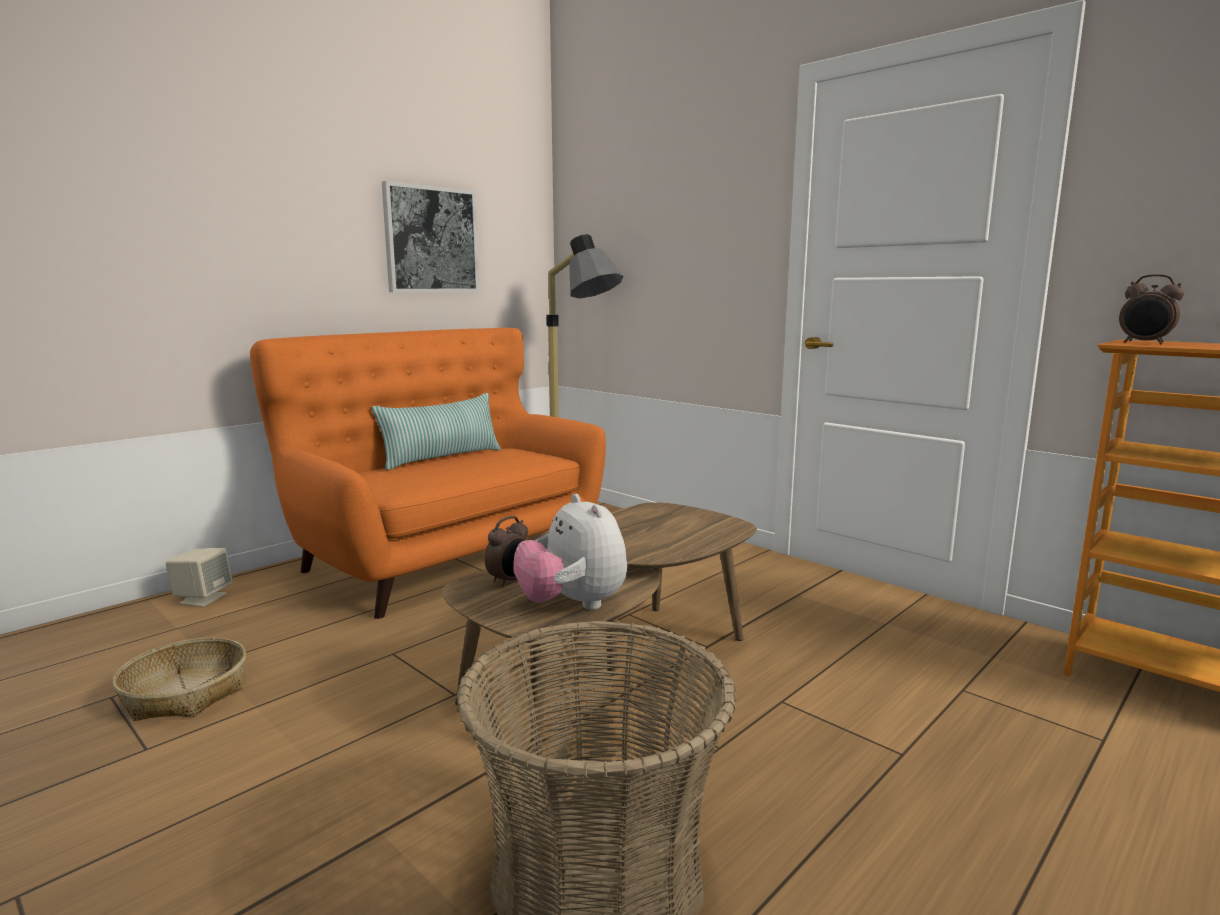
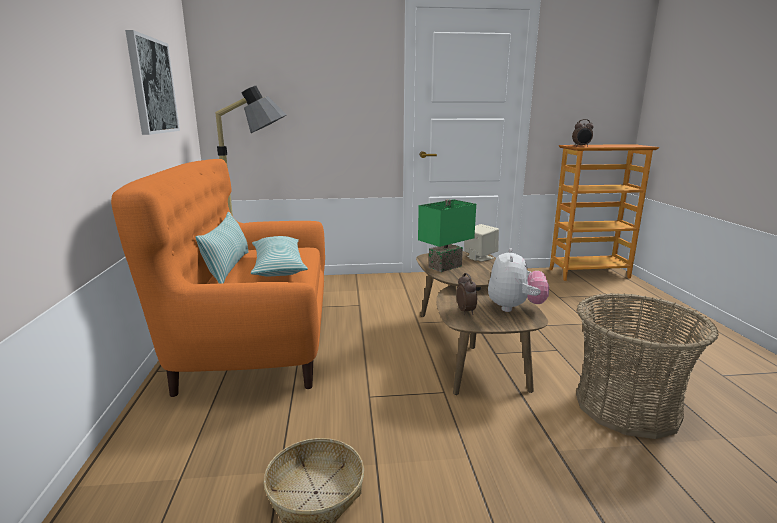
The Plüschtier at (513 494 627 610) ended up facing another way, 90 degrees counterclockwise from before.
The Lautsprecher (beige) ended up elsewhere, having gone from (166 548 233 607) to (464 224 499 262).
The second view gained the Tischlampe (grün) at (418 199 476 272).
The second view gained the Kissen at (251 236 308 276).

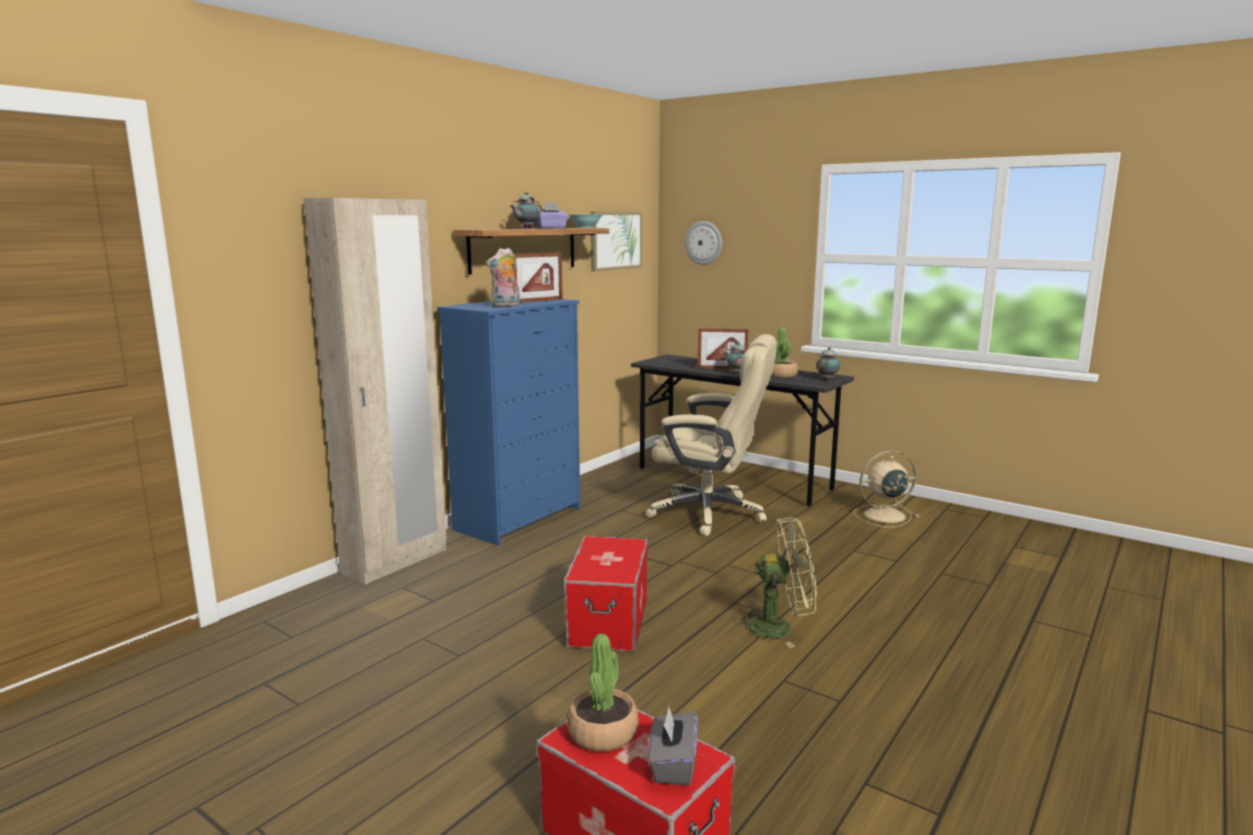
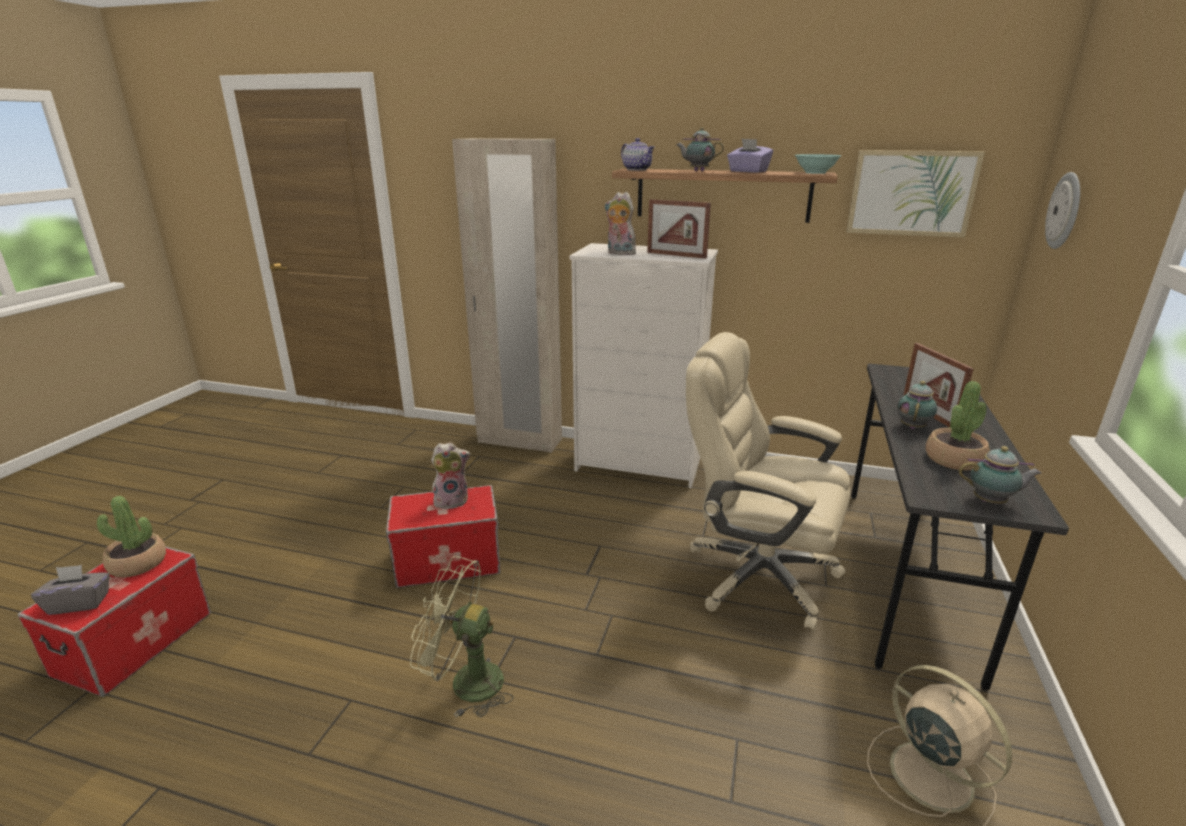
What was the Kommode (blau) at (437 299 580 546) turned into the Kommode (weiß) at (570 243 718 488).
The Bürostuhl (beige) at (646 334 777 536) ended up facing another way, 120 degrees clockwise from before.
The Ventilator (grün) at (734 518 817 648) ended up facing another way, 120 degrees clockwise from before.
The second view gained the Teekanne at (621 138 654 171).
The second view gained the Plüschtier at (431 442 470 509).

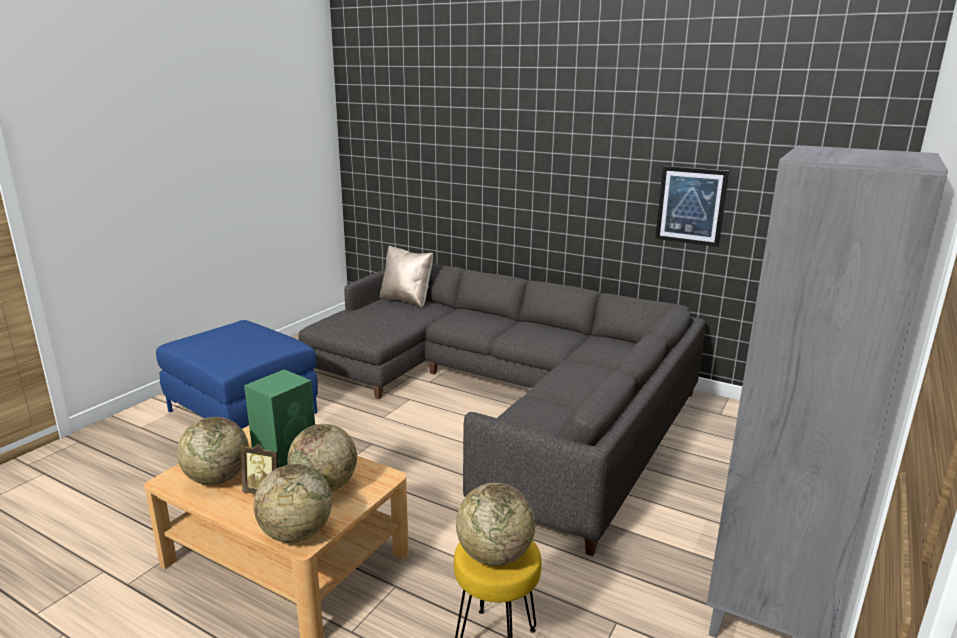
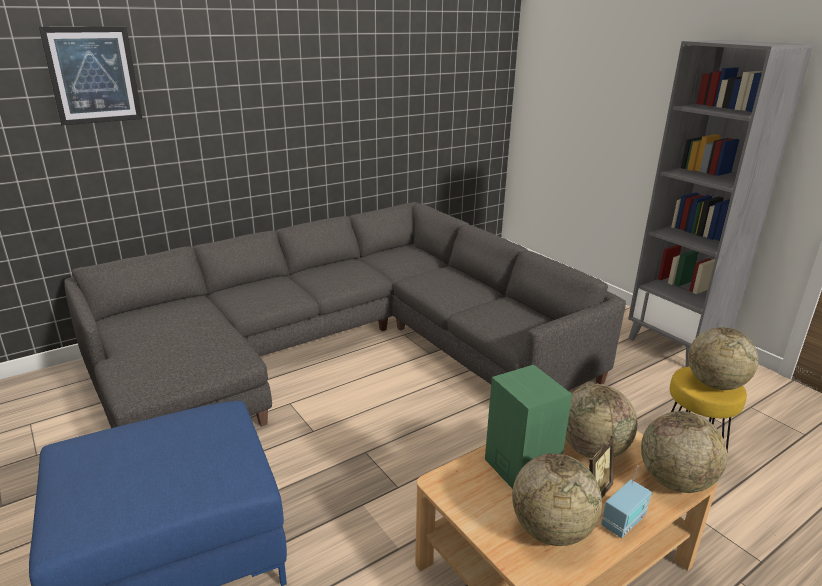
The Bild ended up elsewhere, having gone from (655 166 729 247) to (39 26 142 125).
The second view lost the Kissen (beige) at (379 245 433 308).
The second view gained the Radio at (601 465 652 538).

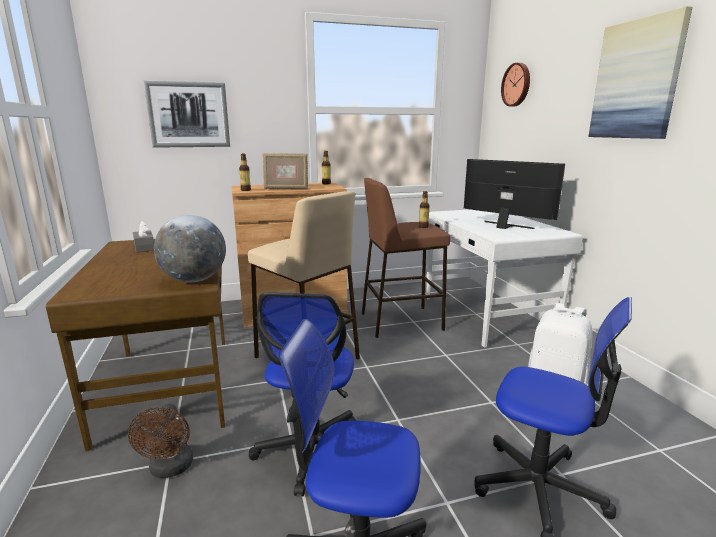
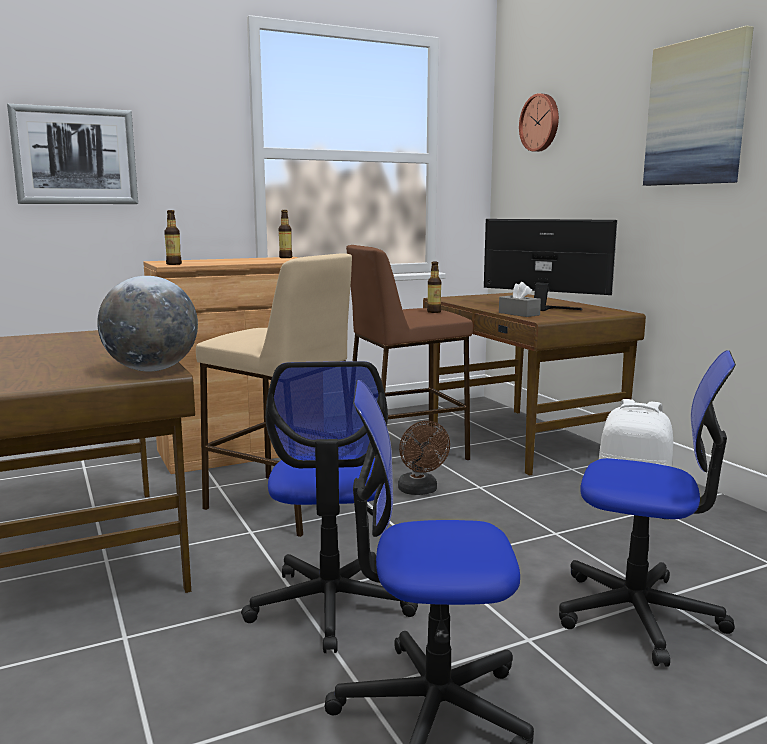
The second view lost the Bilderrahmen at (263 153 308 189).
What was the Schreibtisch (weiß) at (426 210 583 348) turned into the Schreibtisch (braun) at (423 293 646 476).
The Taschentuchbox (grau) ended up elsewhere, having gone from (133 221 154 252) to (499 282 541 317).
The Ventilator (braun) ended up elsewhere, having gone from (128 404 193 478) to (398 421 450 495).

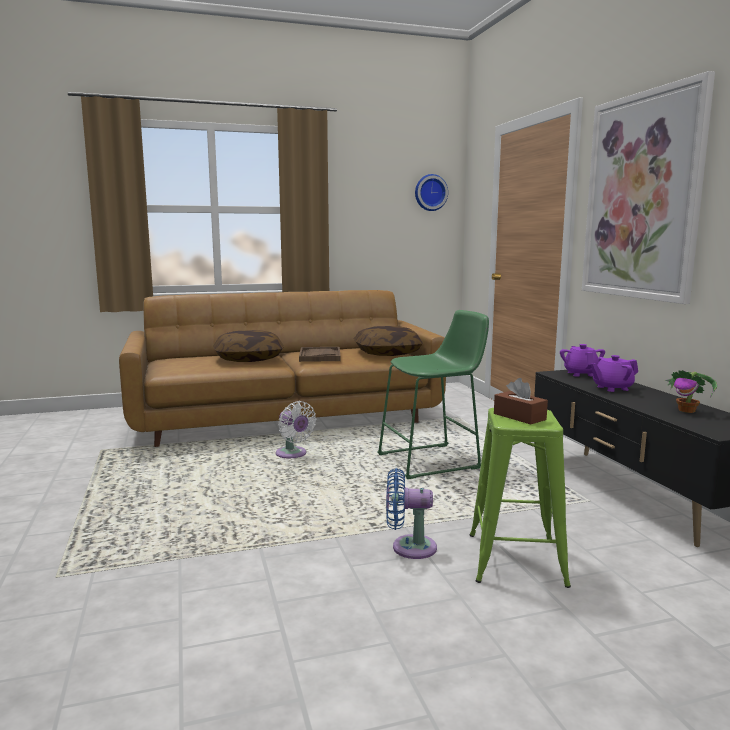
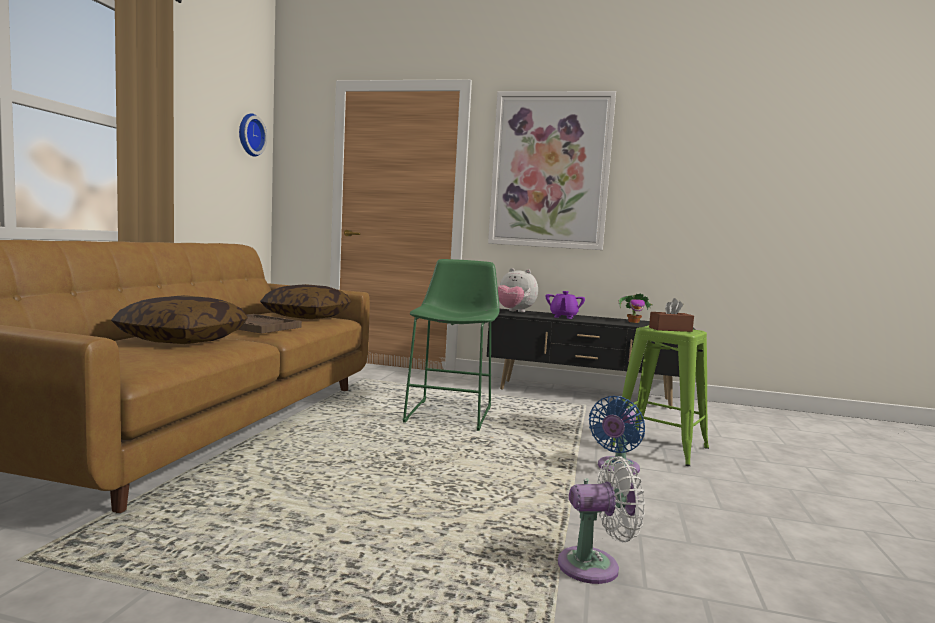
Where the Teekanne (lila) stood at (560 344 605 377), the Plüschtier came to stand at (498 268 538 312).
The Ventilator (weiß) ended up elsewhere, having gone from (276 401 316 458) to (558 456 645 584).

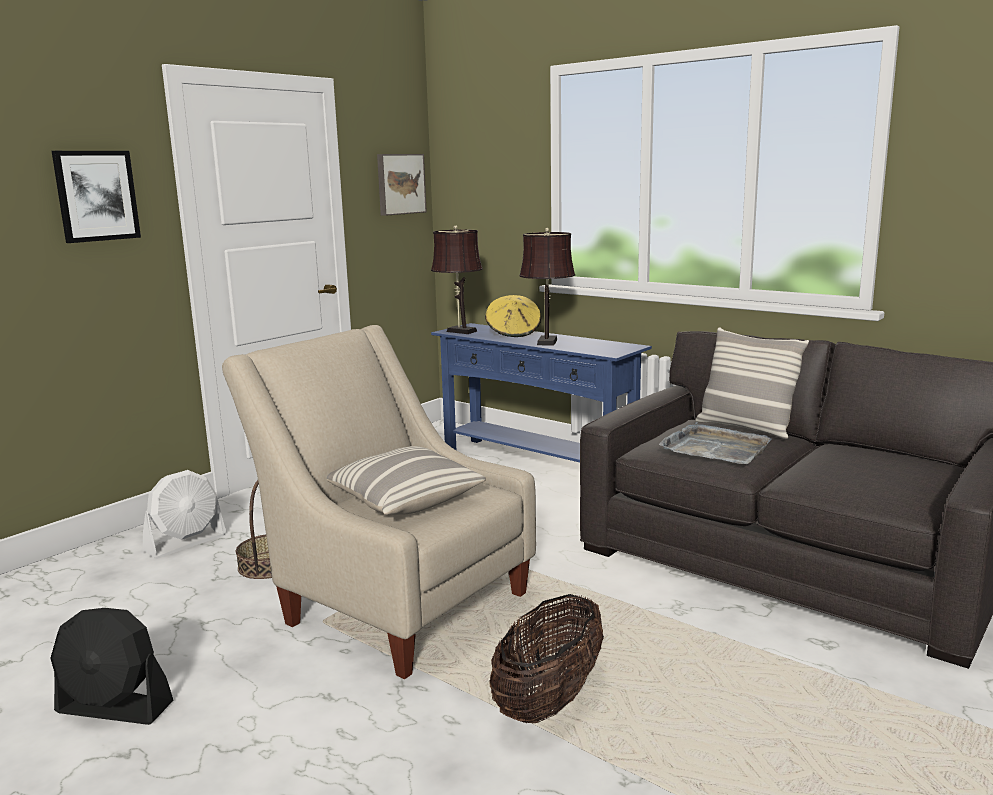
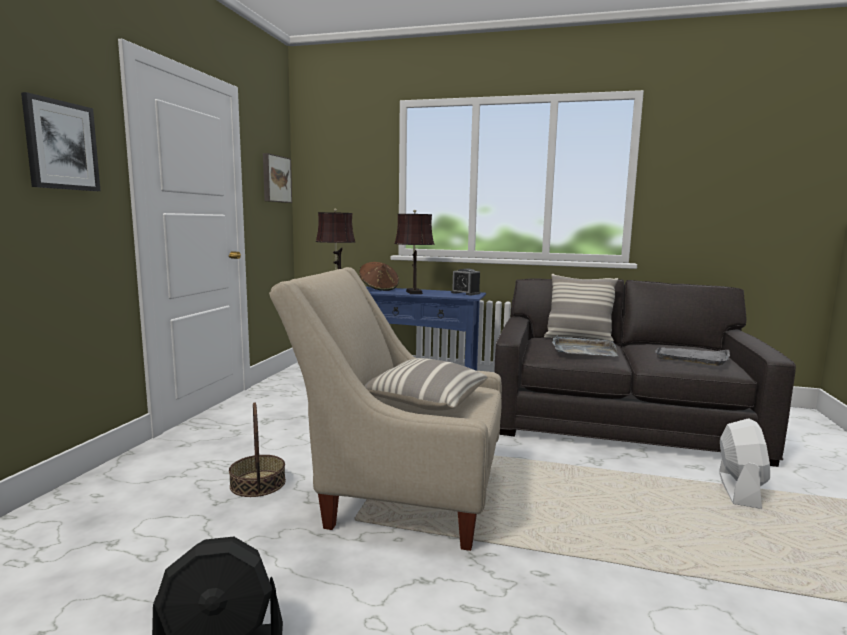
What was the Hut (gelb) at (485 295 541 337) turned into the Hut (braun) at (359 262 399 291).
The Ventilator (weiß) ended up elsewhere, having gone from (143 470 226 559) to (719 418 770 509).
The second view lost the Korb at (489 594 604 723).
The second view gained the Wecker at (451 268 480 295).
The second view gained the Tablett (grau) at (655 347 730 366).

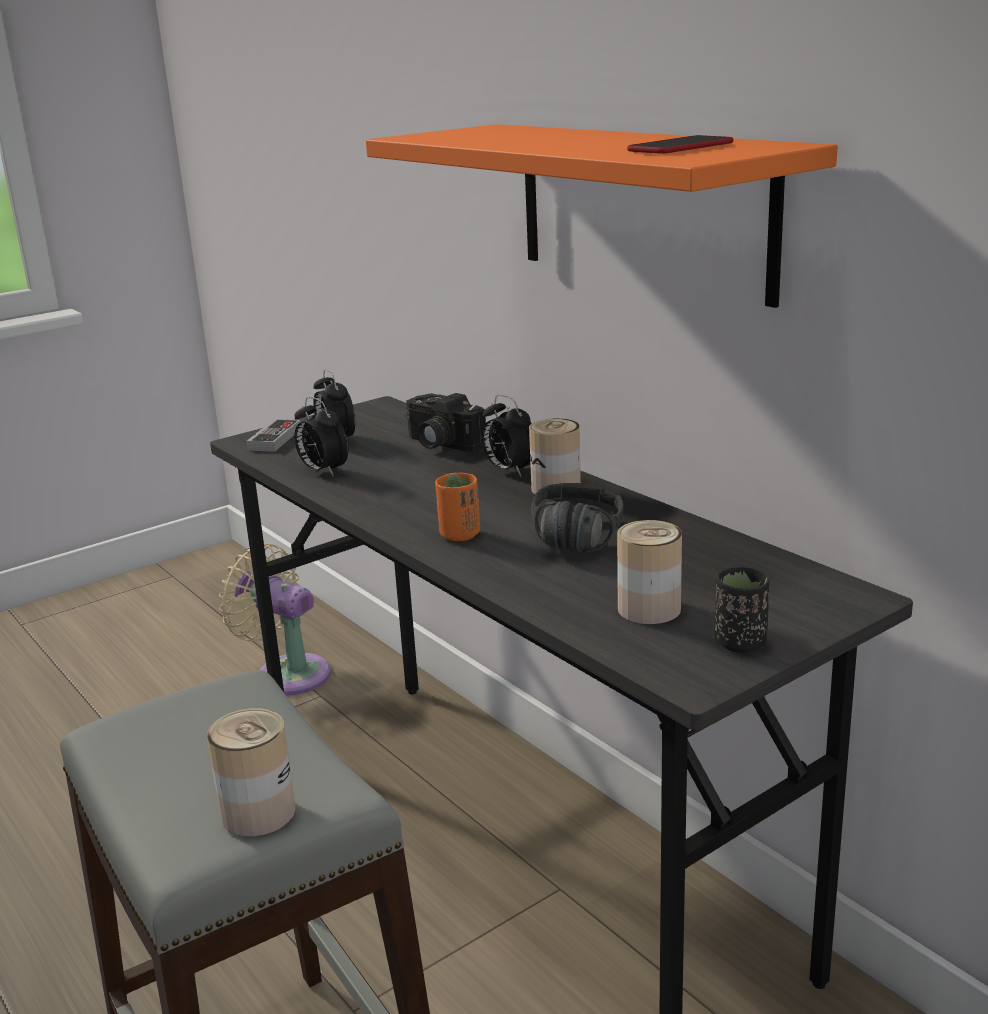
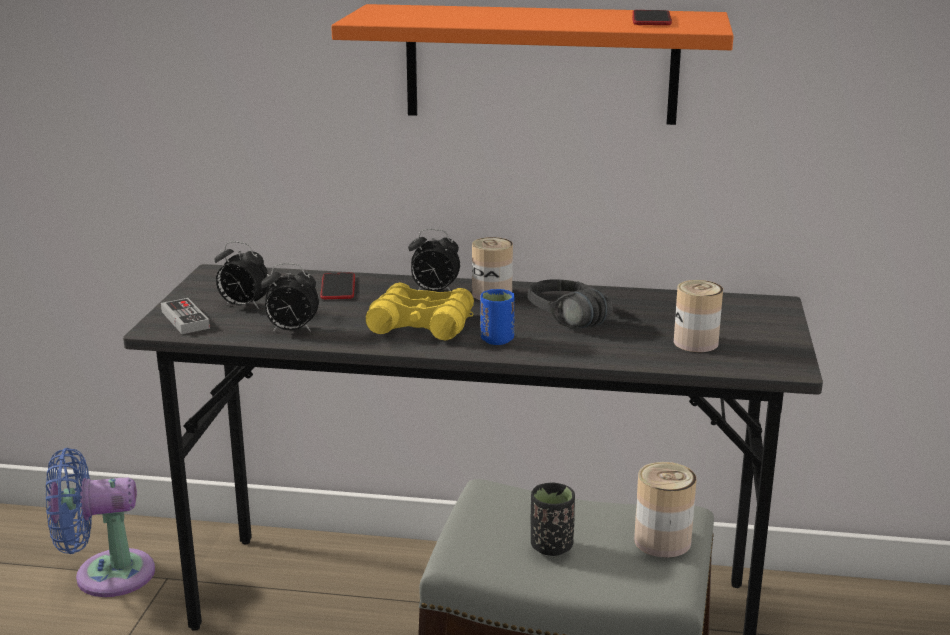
Where the Kamera stood at (404 393 486 452), the Handy came to stand at (320 273 355 299).
What was the Tasse (orange) at (435 473 480 541) turned into the Tasse (blau) at (480 289 515 345).
What was the Ventilator (beige) at (219 544 331 695) turned into the Ventilator (blau) at (46 448 155 597).
The Tasse (schwarz) ended up elsewhere, having gone from (715 566 770 653) to (531 483 575 556).
The second view gained the Fernglas (gelb) at (366 283 474 340).

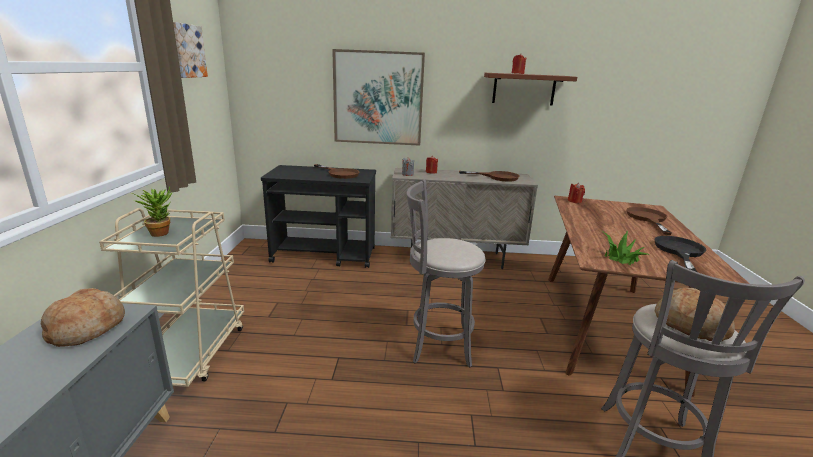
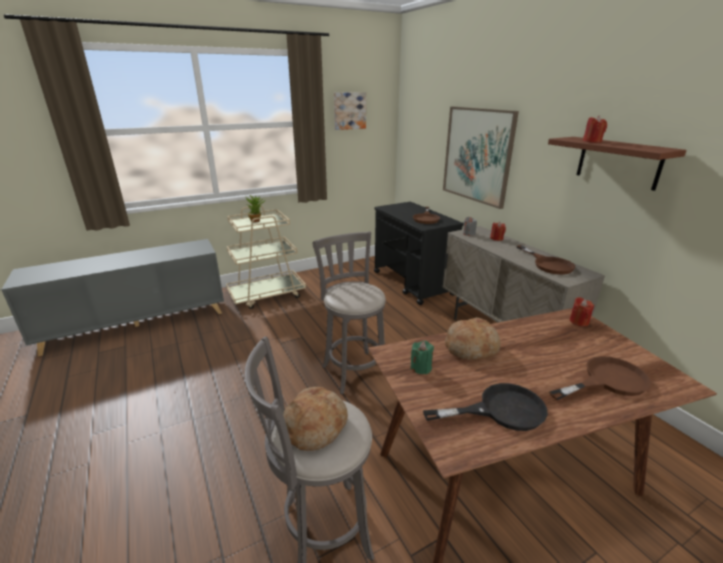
Where the Topfpflanze stood at (601 230 649 265), the Kerze (grün) came to stand at (410 341 434 374).
The Brot ended up elsewhere, having gone from (41 288 125 347) to (445 318 501 360).

